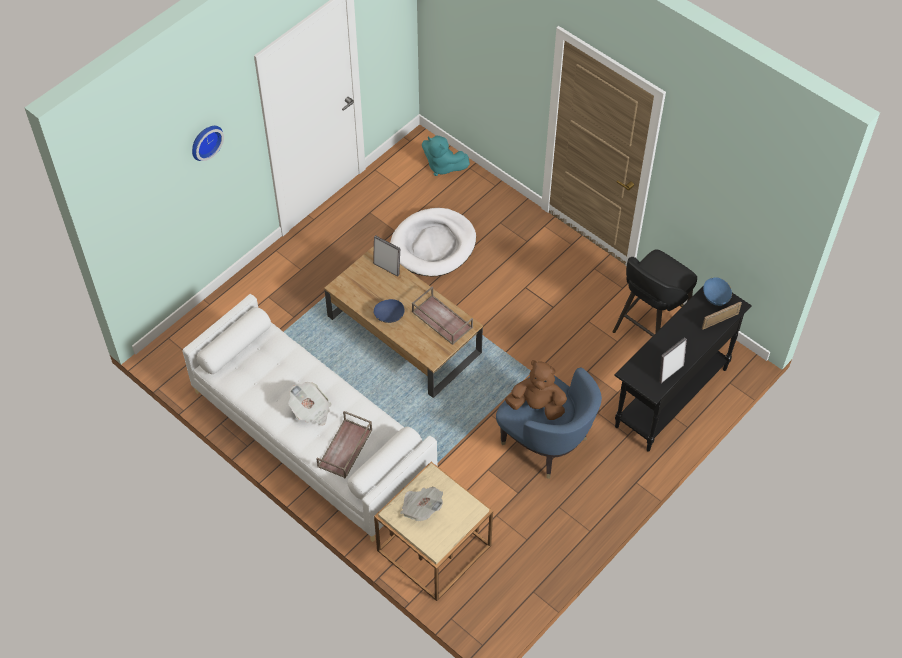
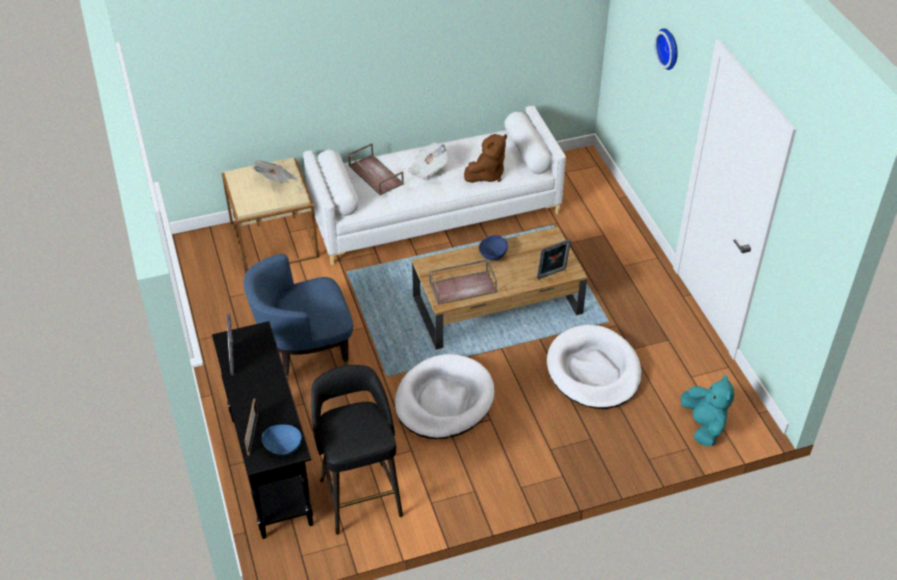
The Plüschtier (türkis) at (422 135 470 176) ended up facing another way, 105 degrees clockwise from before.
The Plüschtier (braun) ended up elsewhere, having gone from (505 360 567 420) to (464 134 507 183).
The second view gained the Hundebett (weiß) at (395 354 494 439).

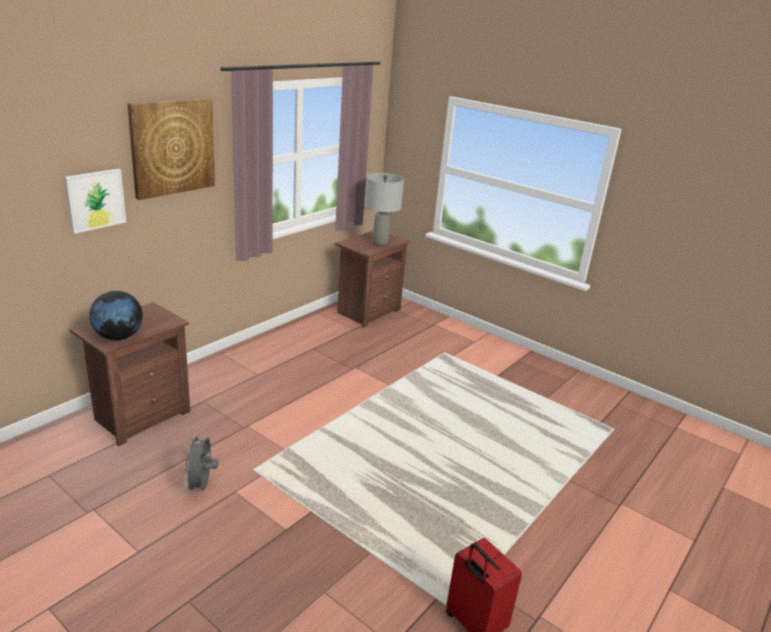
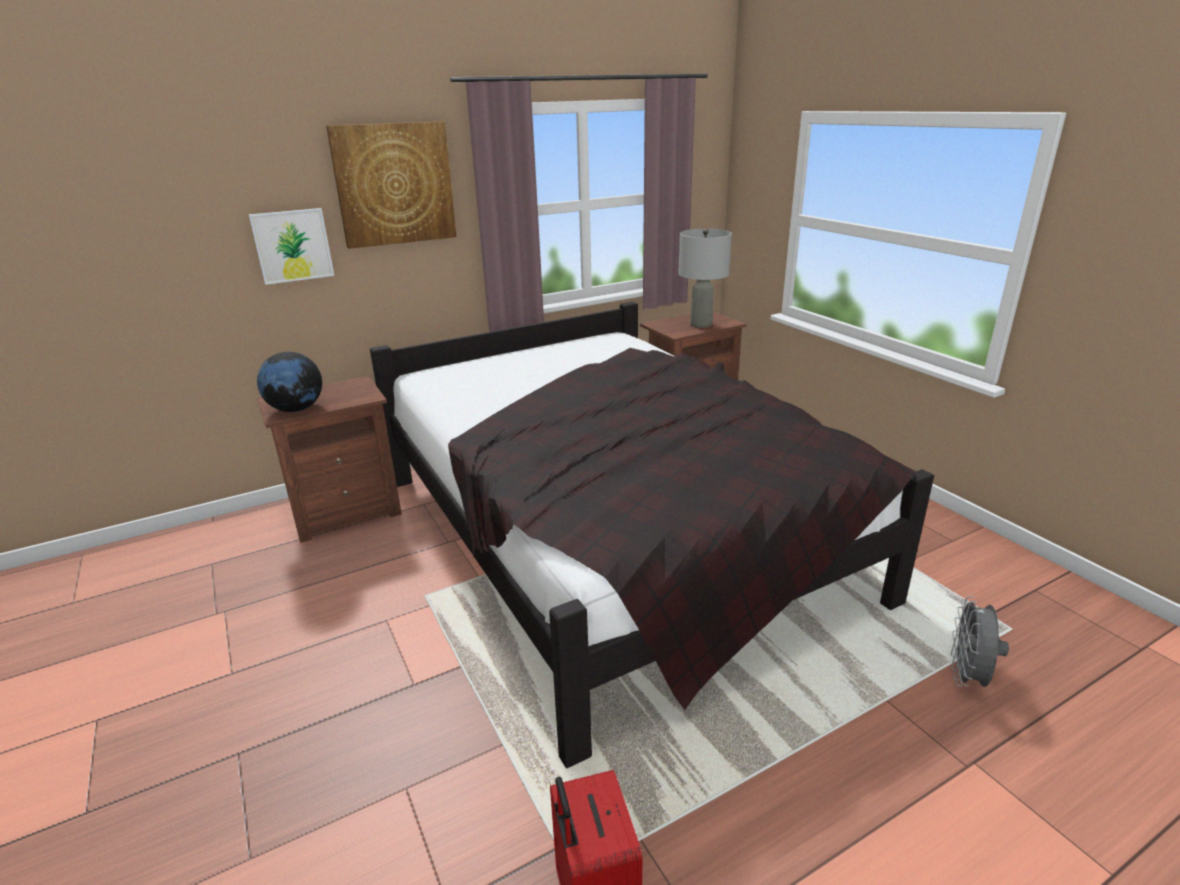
The Ventilator (grau) ended up elsewhere, having gone from (184 433 218 493) to (951 596 1009 687).
The second view gained the Bett (schwarz) at (370 302 934 768).

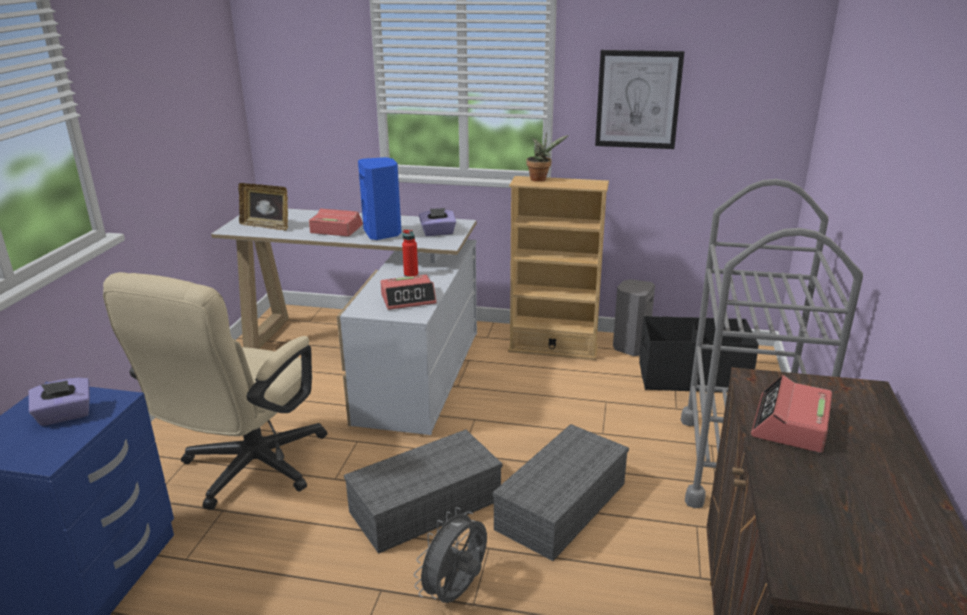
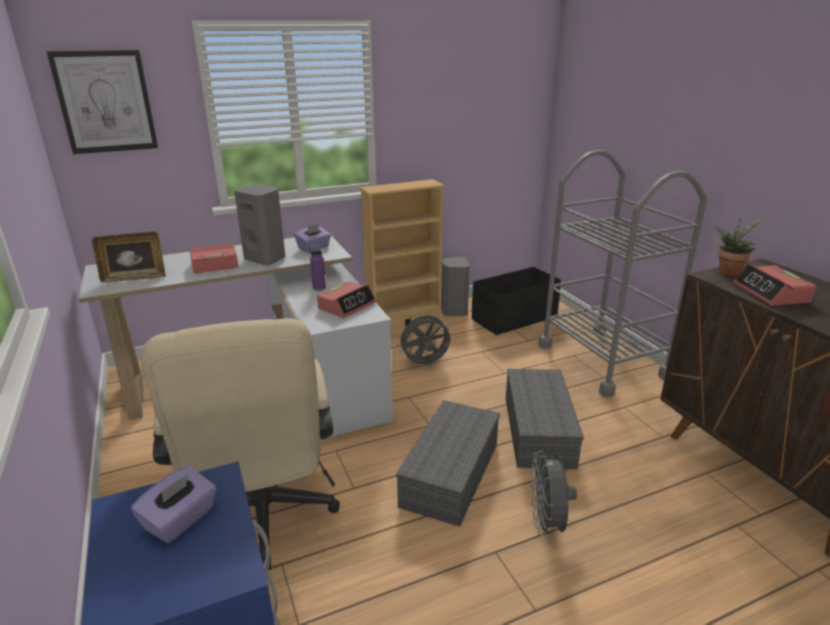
The Bild ended up elsewhere, having gone from (595 50 684 149) to (47 50 158 154).
The Topfpflanze ended up elsewhere, having gone from (526 133 569 182) to (715 217 765 276).
What was the Lautsprecher (blau) at (358 157 402 240) turned into the Lautsprecher (grau) at (234 185 285 265).
What was the Flasche (rot) at (402 230 418 277) turned into the Flasche (lila) at (310 245 326 291).
The second view gained the Ventilator (grau) at (397 313 450 364).

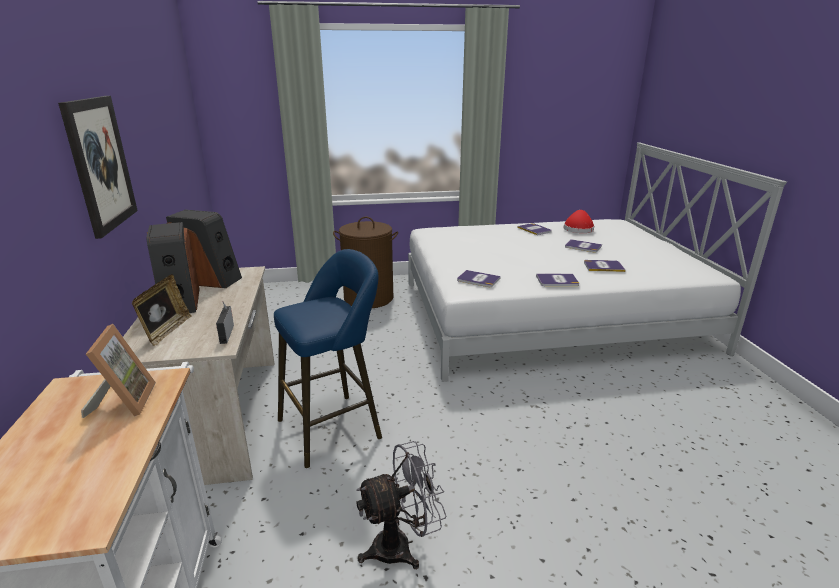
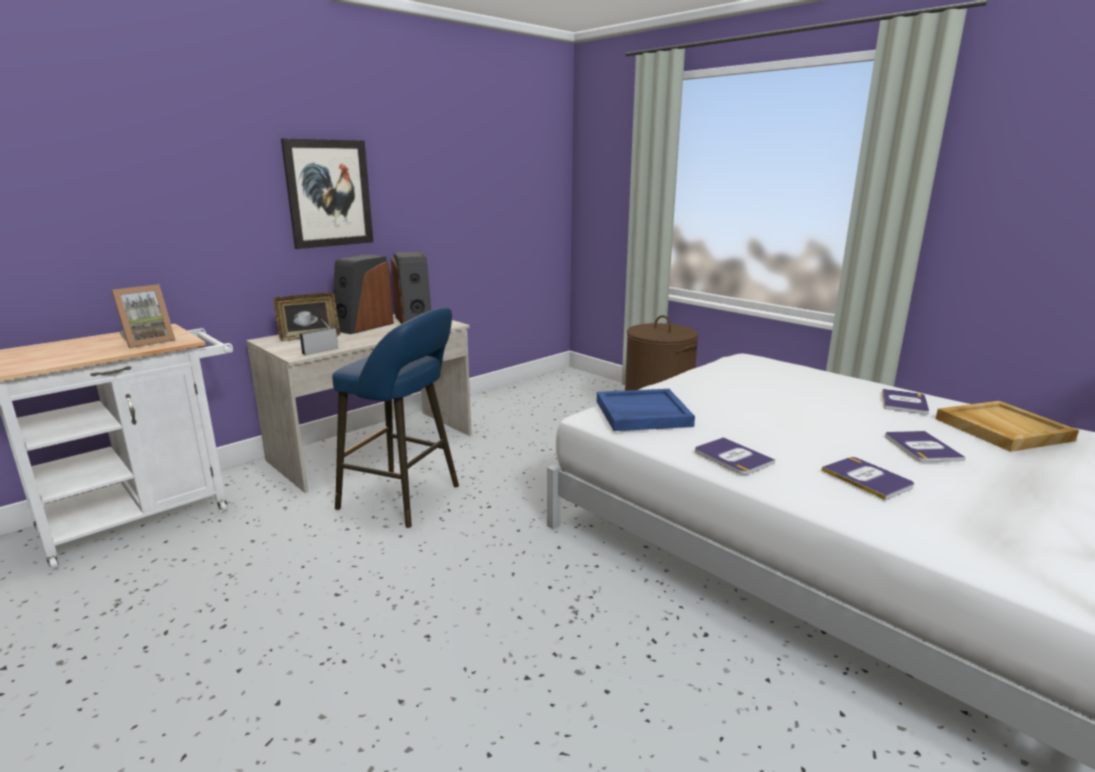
Where the Hut (rot) stood at (564 210 594 233), the Tablett (beige) came to stand at (936 401 1079 452).
Where the Buch stood at (457 270 501 287), the Tablett (blau) came to stand at (597 389 695 431).
The second view lost the Ventilator (grau) at (356 441 446 569).

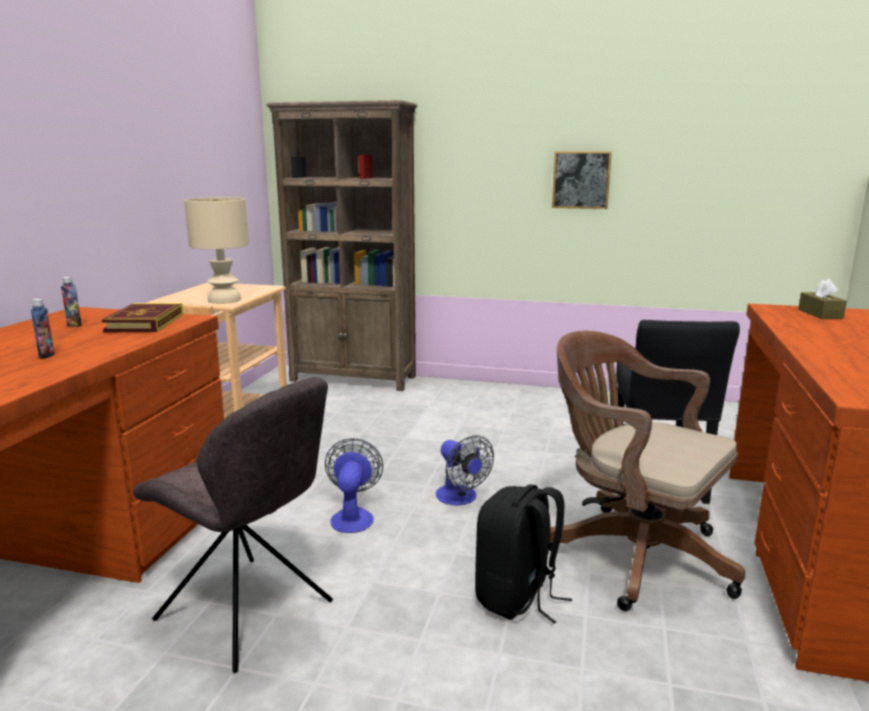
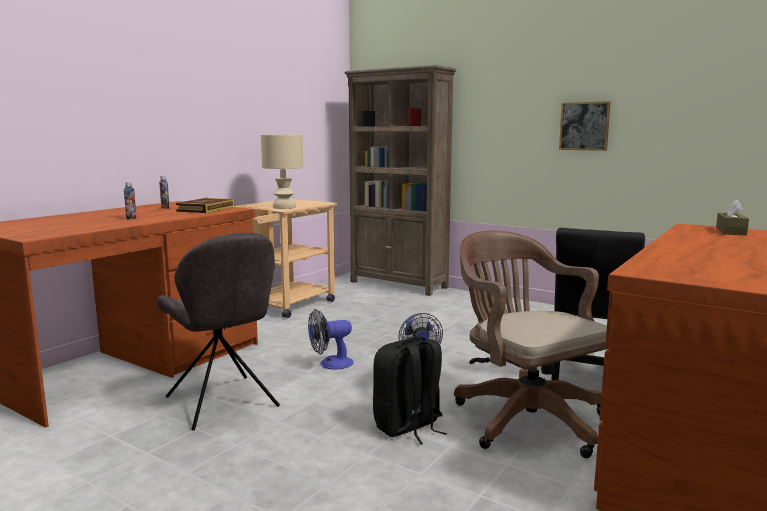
The Ventilator at (325 438 383 533) ended up facing another way, 135 degrees counterclockwise from before.

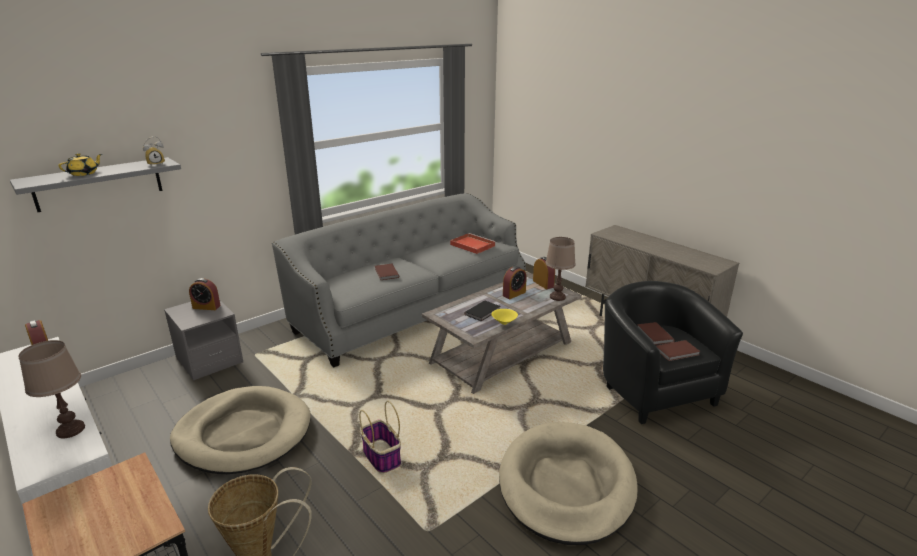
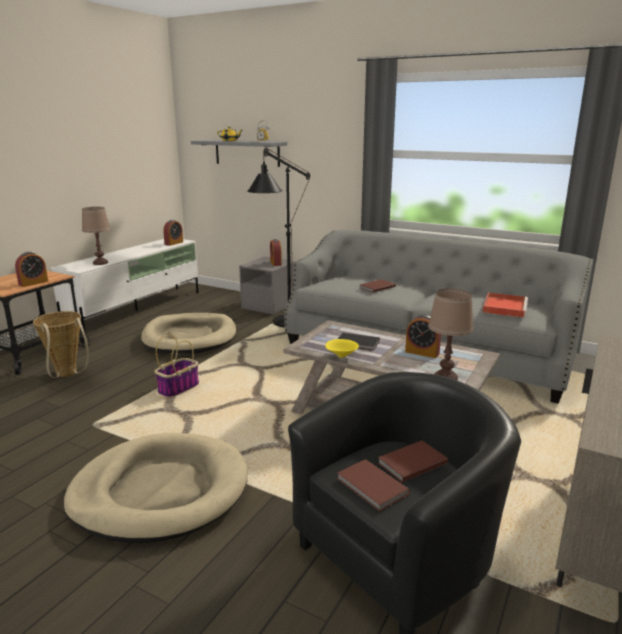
The Wecker ended up elsewhere, having gone from (533 257 555 289) to (15 252 48 287).
The second view gained the Stehlampe (schwarz) at (247 148 310 328).

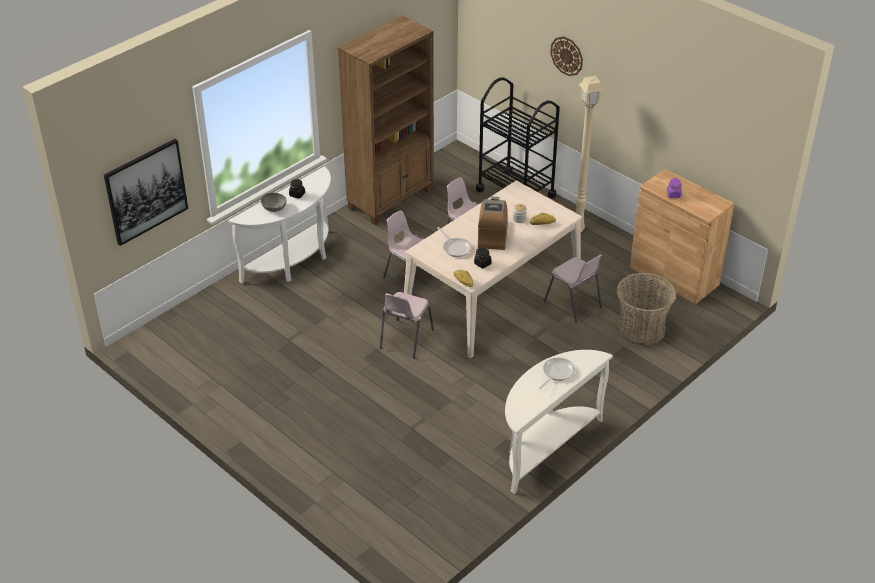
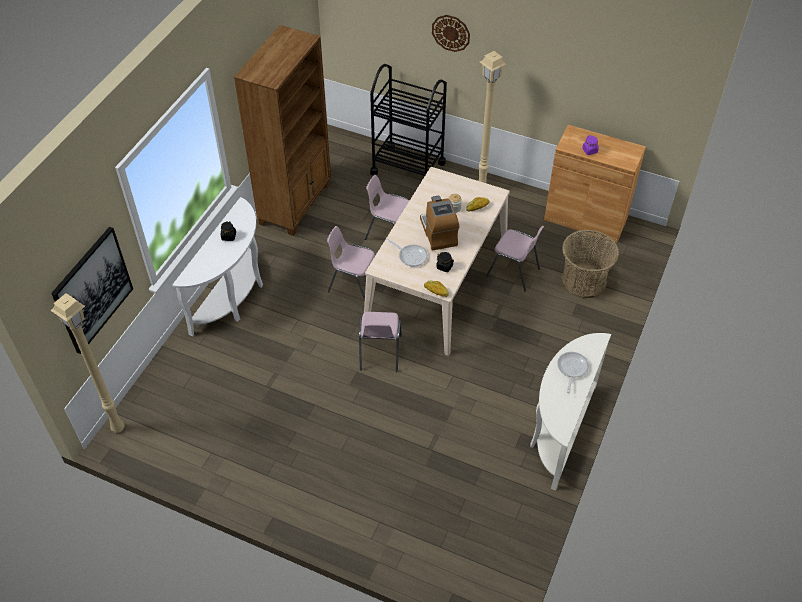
The second view lost the Schüssel (grau) at (261 193 286 212).
The second view gained the Stehlampe (beige) at (50 293 124 433).

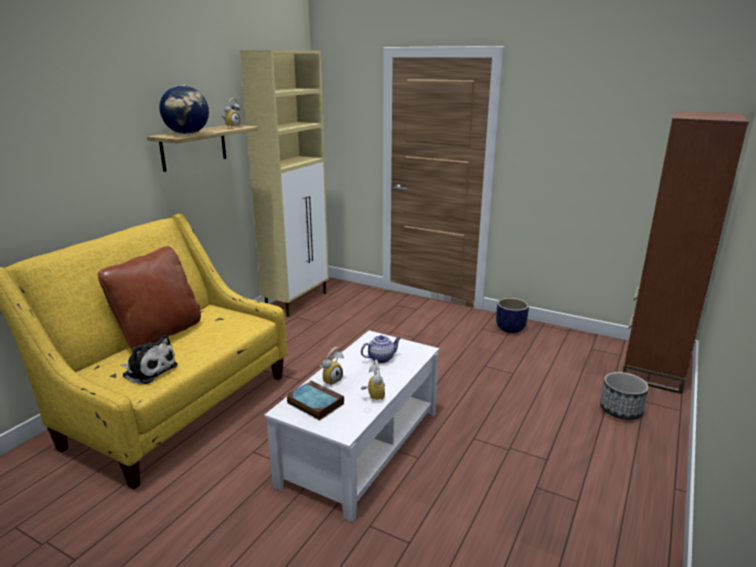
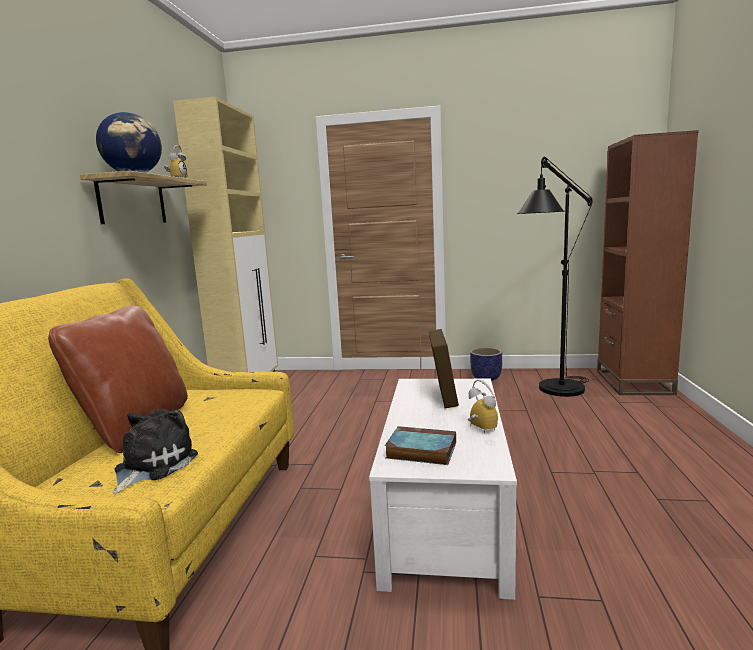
The Plüschtier at (121 335 178 384) ended up facing another way, 75 degrees counterclockwise from before.
Where the Teekanne stood at (361 335 401 363), the Bilderrahmen came to stand at (429 329 459 408).
The second view lost the Wecker at (320 347 344 386).
The second view lost the Pflanzkübel at (600 372 649 420).
The second view gained the Stehlampe (schwarz) at (517 157 592 397).

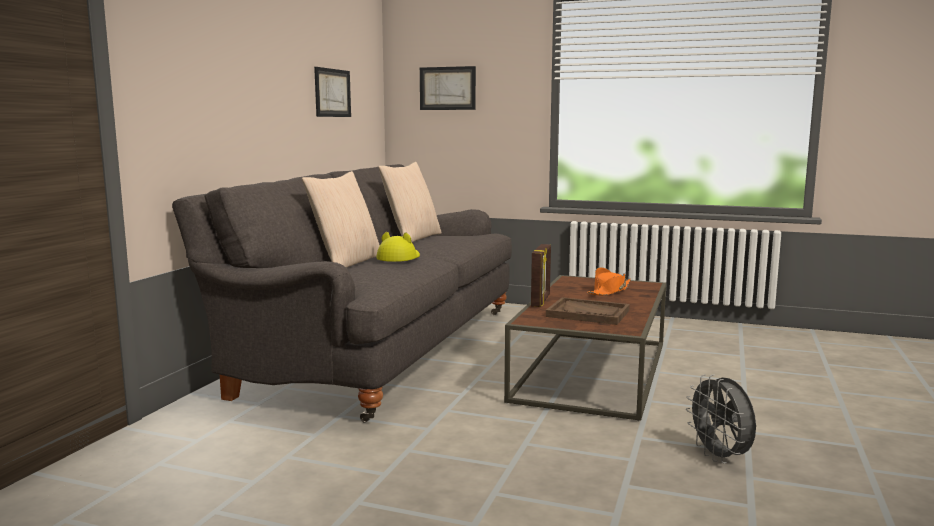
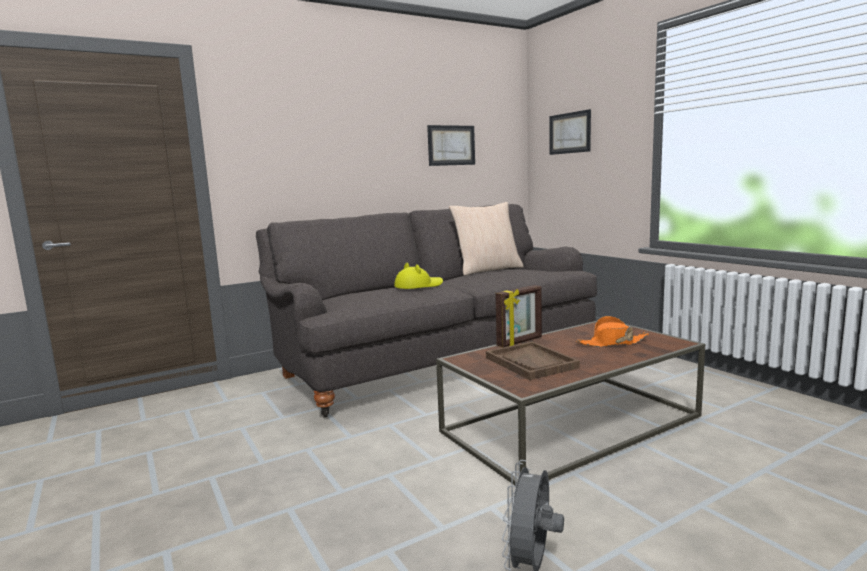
The second view lost the Kissen (beige) at (302 171 380 268).

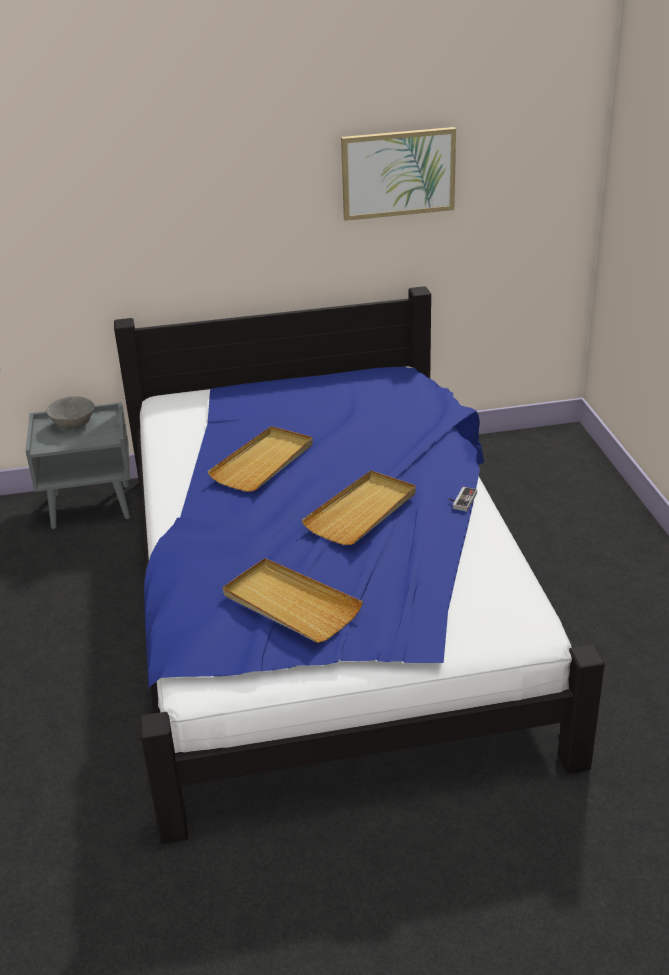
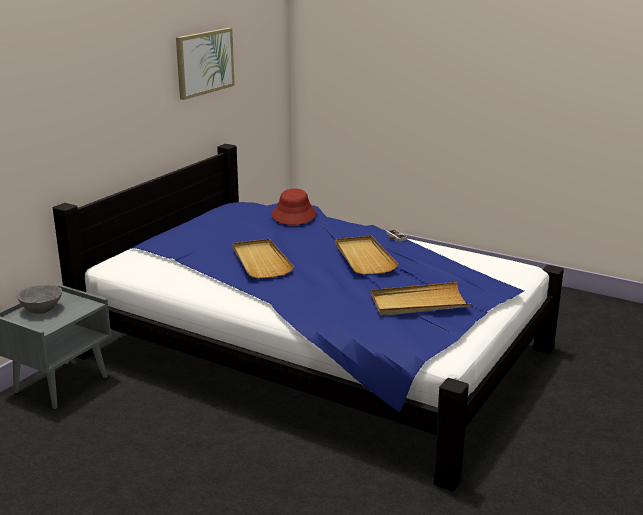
The second view gained the Hut (rot) at (272 188 317 225).

